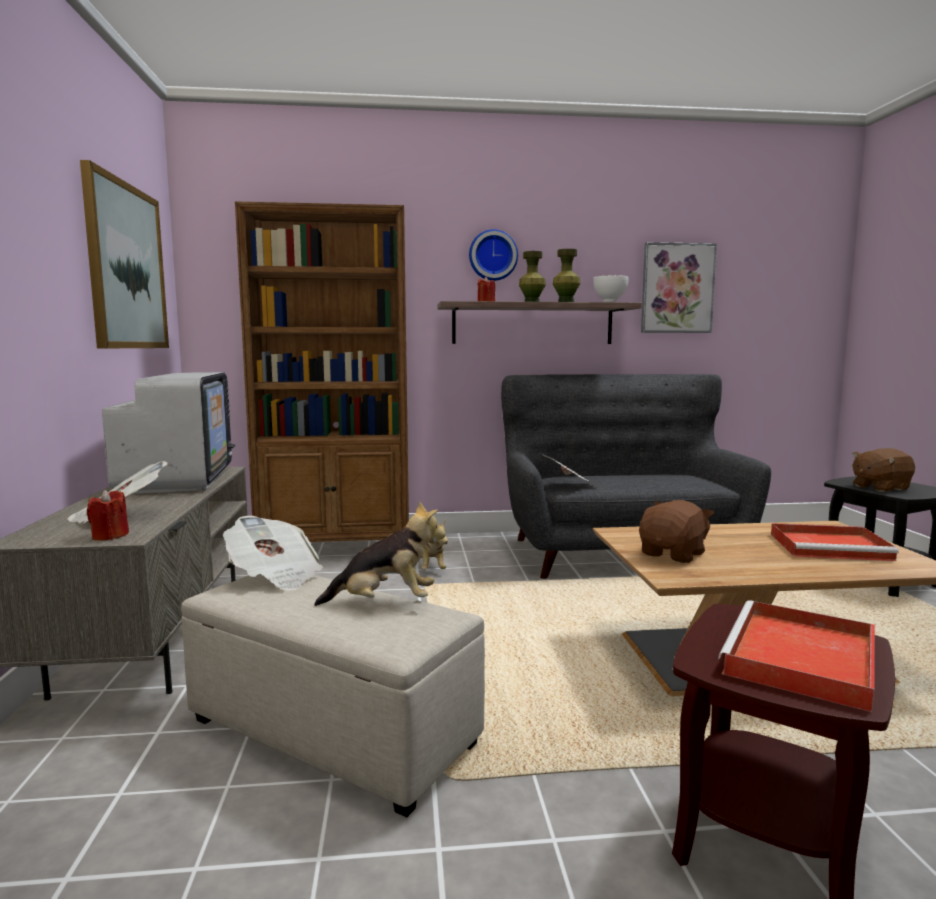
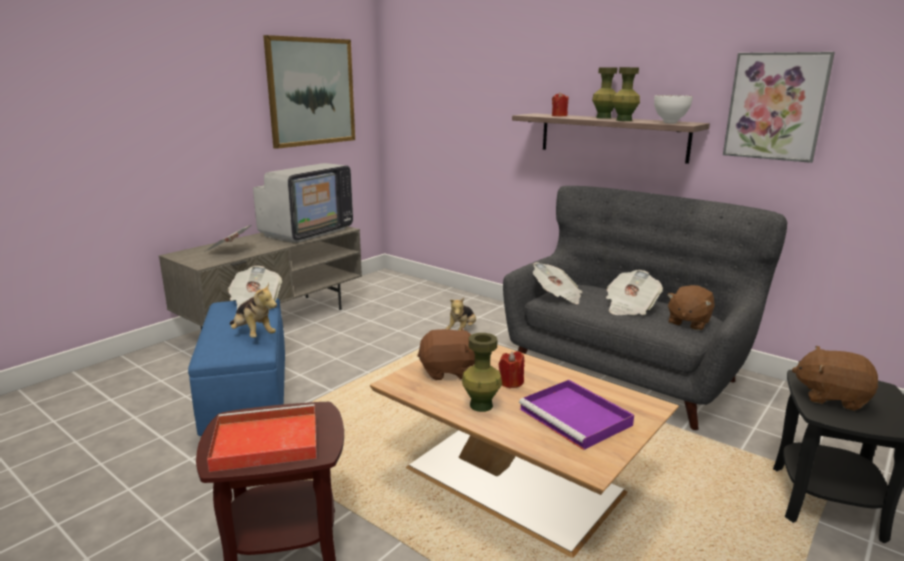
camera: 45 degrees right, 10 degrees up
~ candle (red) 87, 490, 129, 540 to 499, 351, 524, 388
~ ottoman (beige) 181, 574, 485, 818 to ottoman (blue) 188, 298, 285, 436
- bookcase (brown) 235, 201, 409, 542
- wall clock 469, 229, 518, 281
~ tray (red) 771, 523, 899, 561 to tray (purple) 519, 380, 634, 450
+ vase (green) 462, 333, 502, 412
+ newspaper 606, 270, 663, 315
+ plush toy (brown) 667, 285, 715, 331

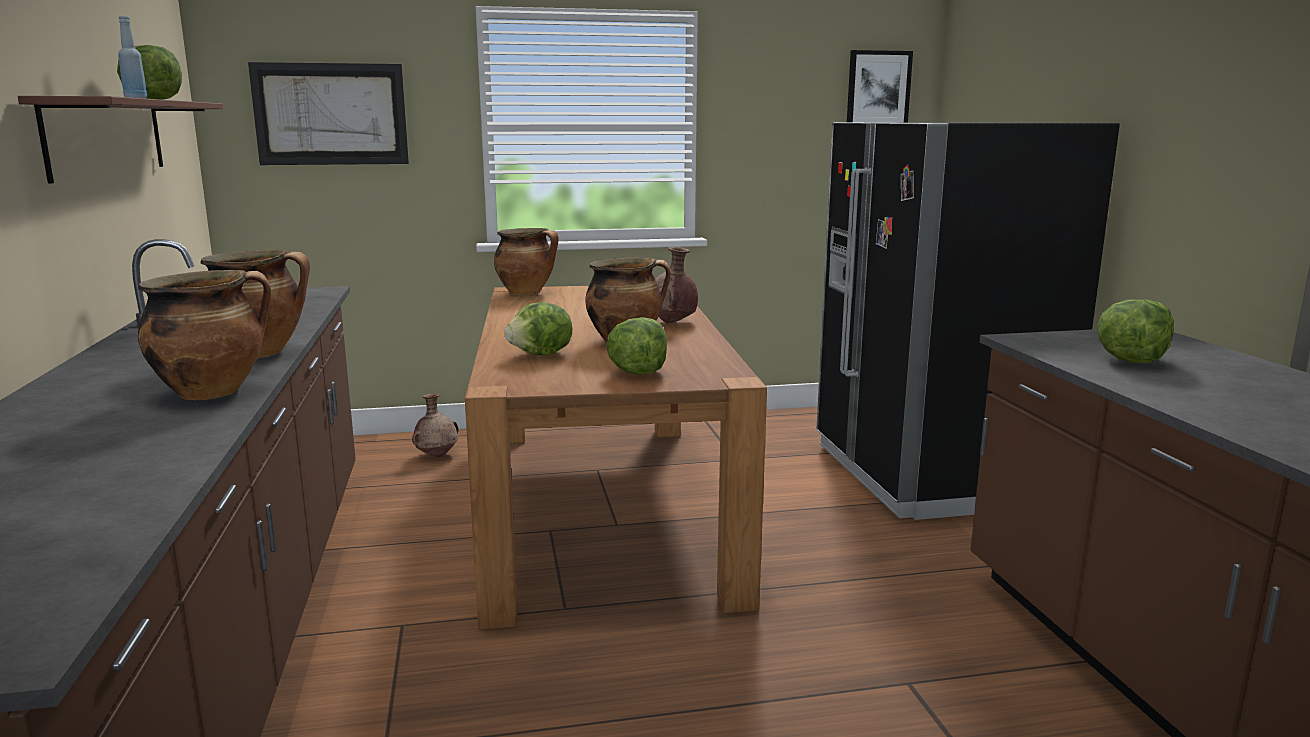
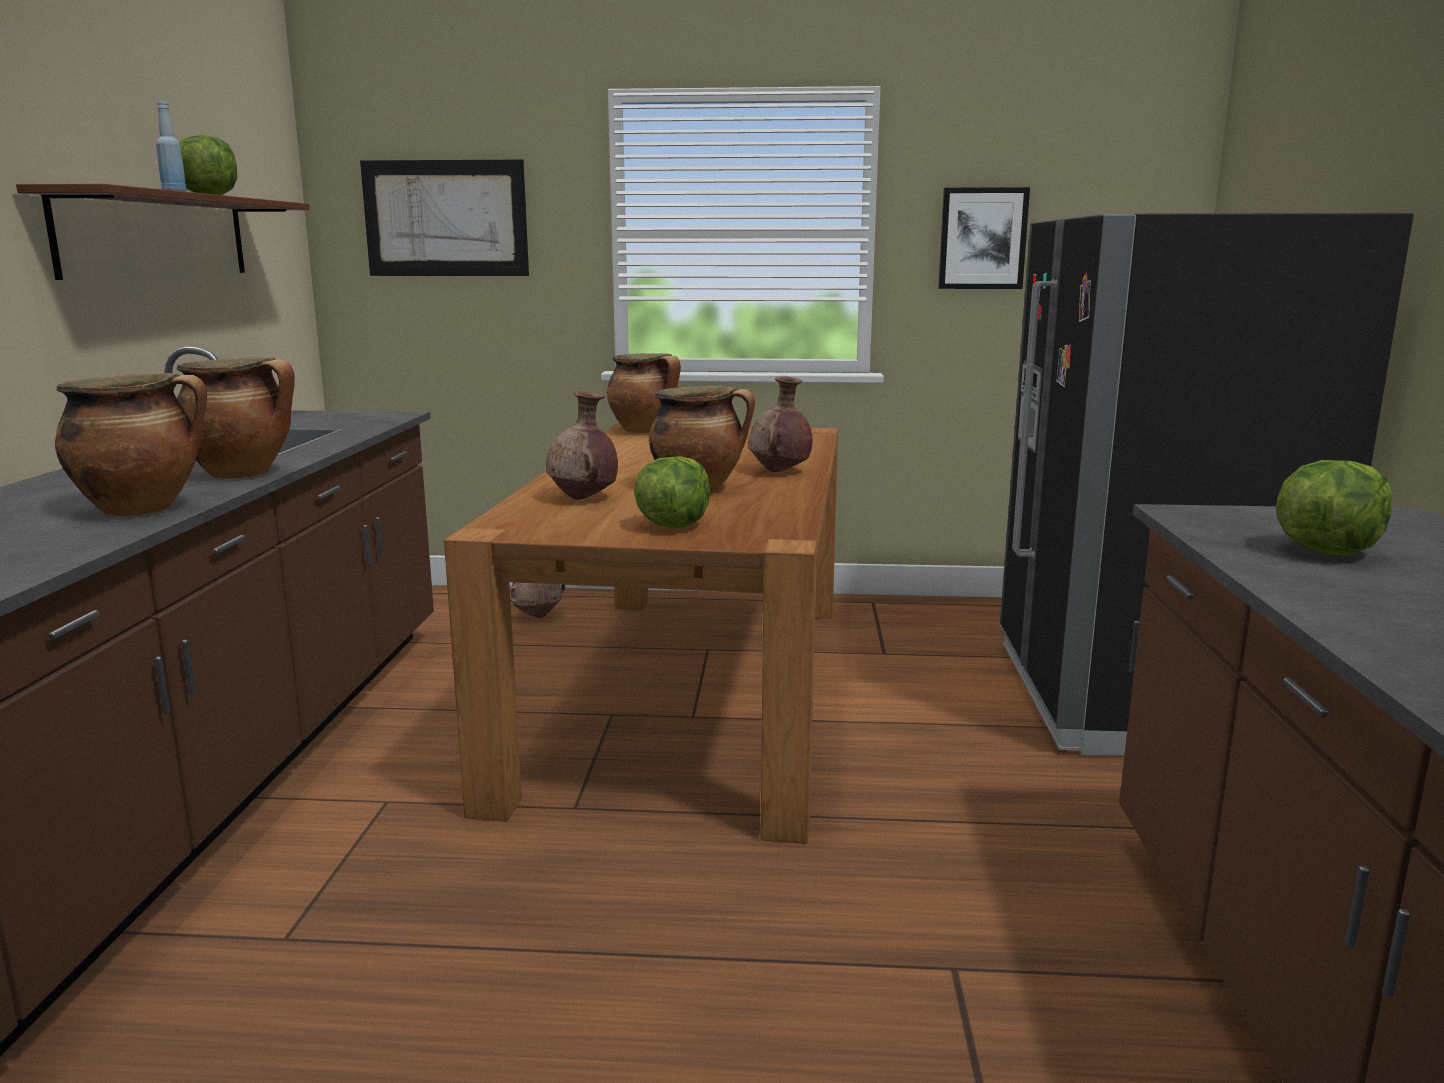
camera: 15 degrees right, 0 degrees up
~ lettuce 504, 302, 572, 355 to vase (brown) 546, 392, 618, 500
~ picture 847, 50, 913, 123 to 938, 187, 1030, 289

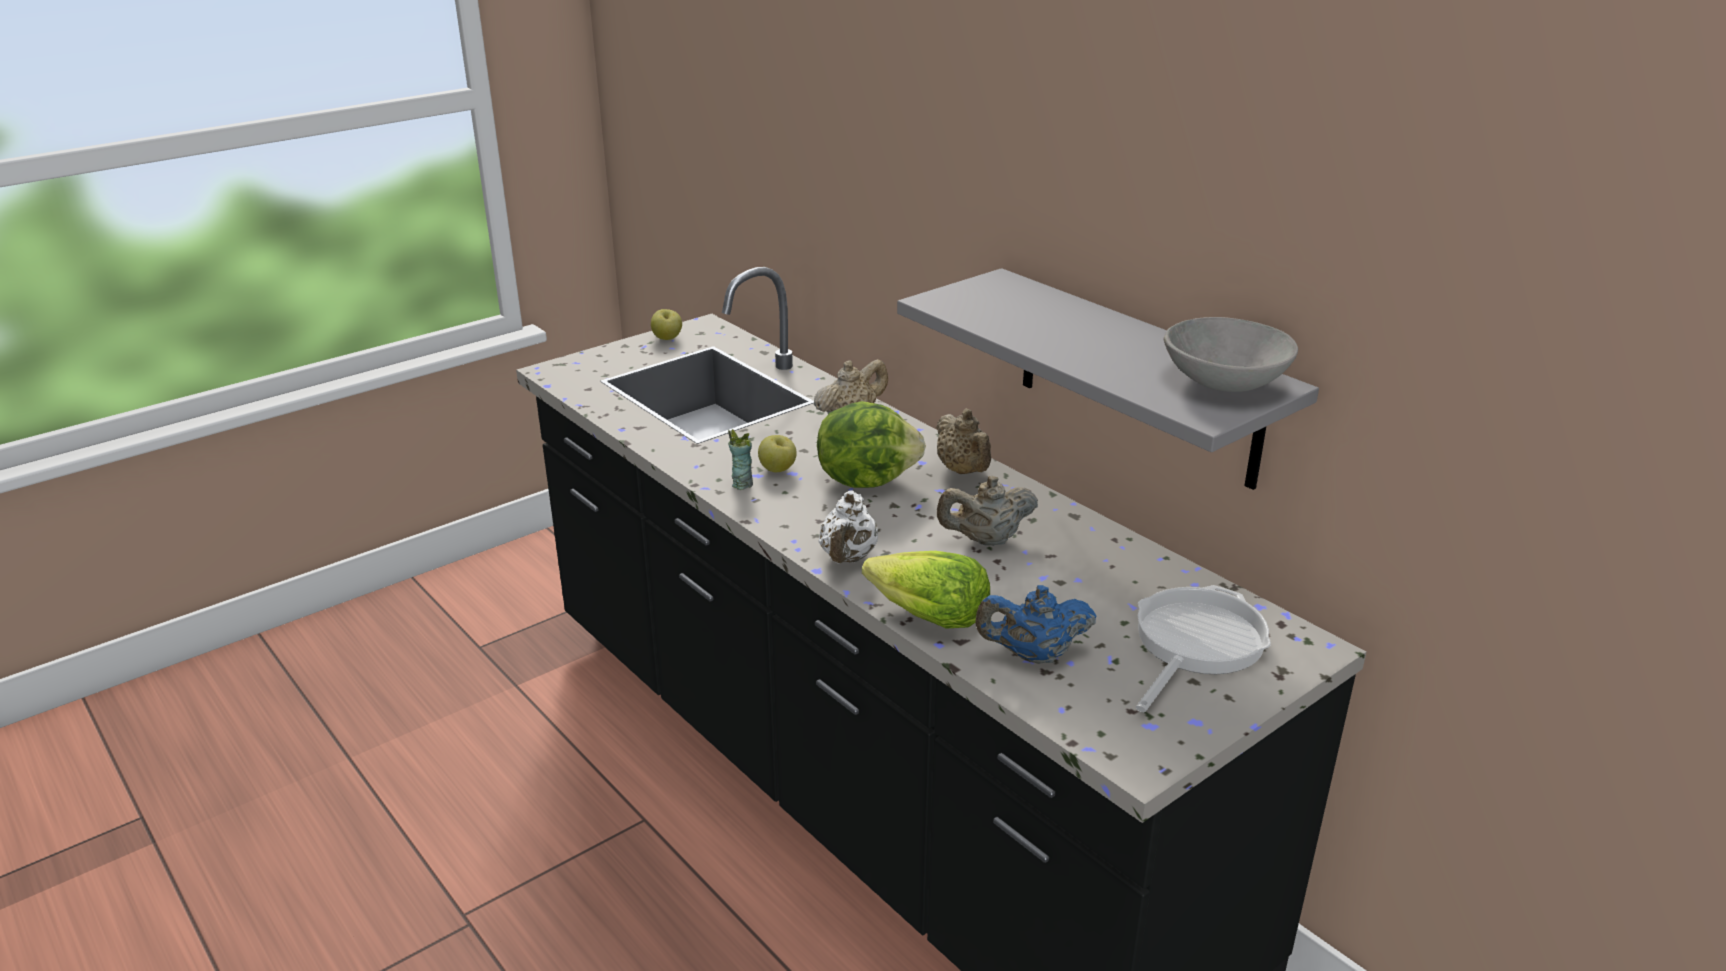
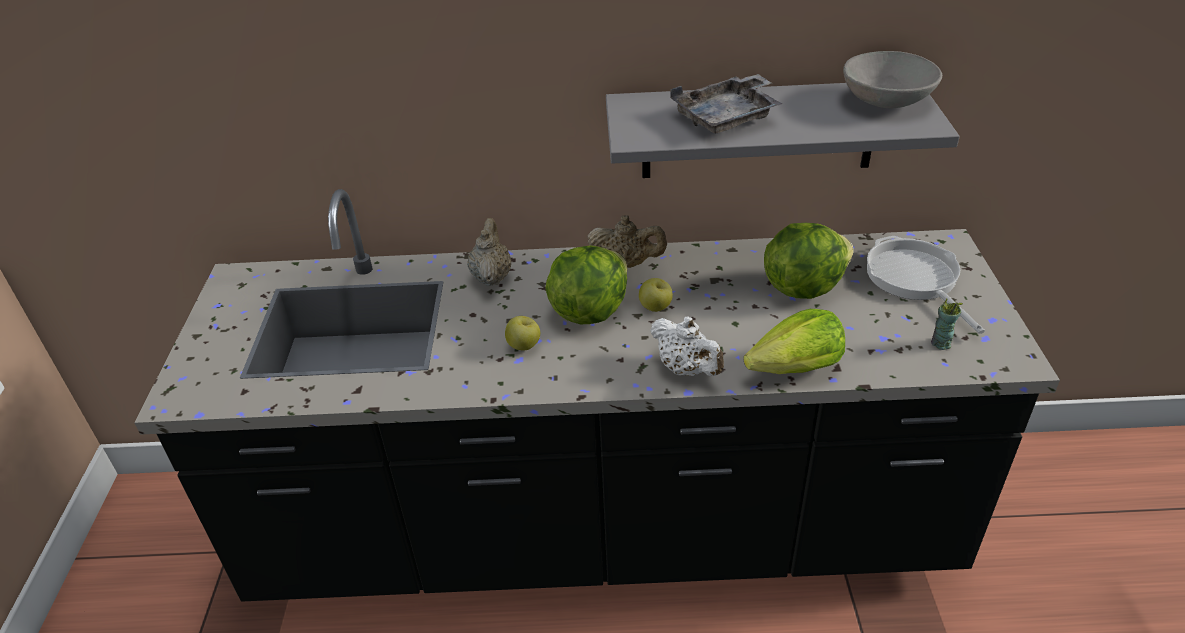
camera: 50 degrees left, 10 degrees up
~ apple 651, 309, 682, 340 to 639, 278, 673, 312
~ cup 728, 429, 753, 490 to 931, 298, 963, 350
- teapot (beige) 937, 476, 1038, 546
- teapot (blue) 975, 585, 1096, 664
+ tray (grey) 670, 74, 782, 133
+ lettuce 764, 223, 854, 299

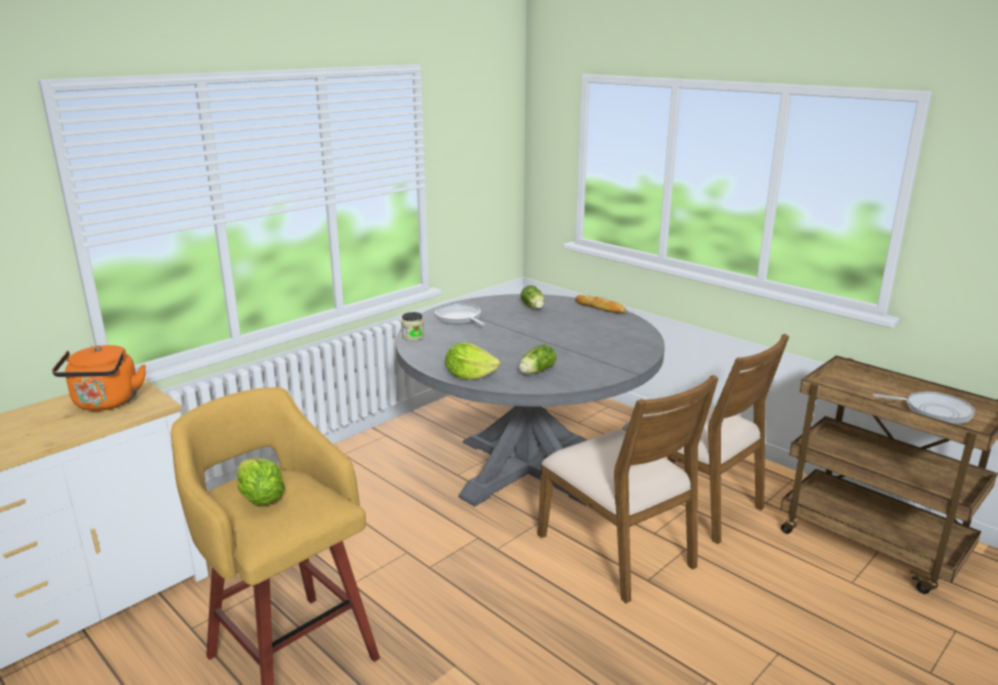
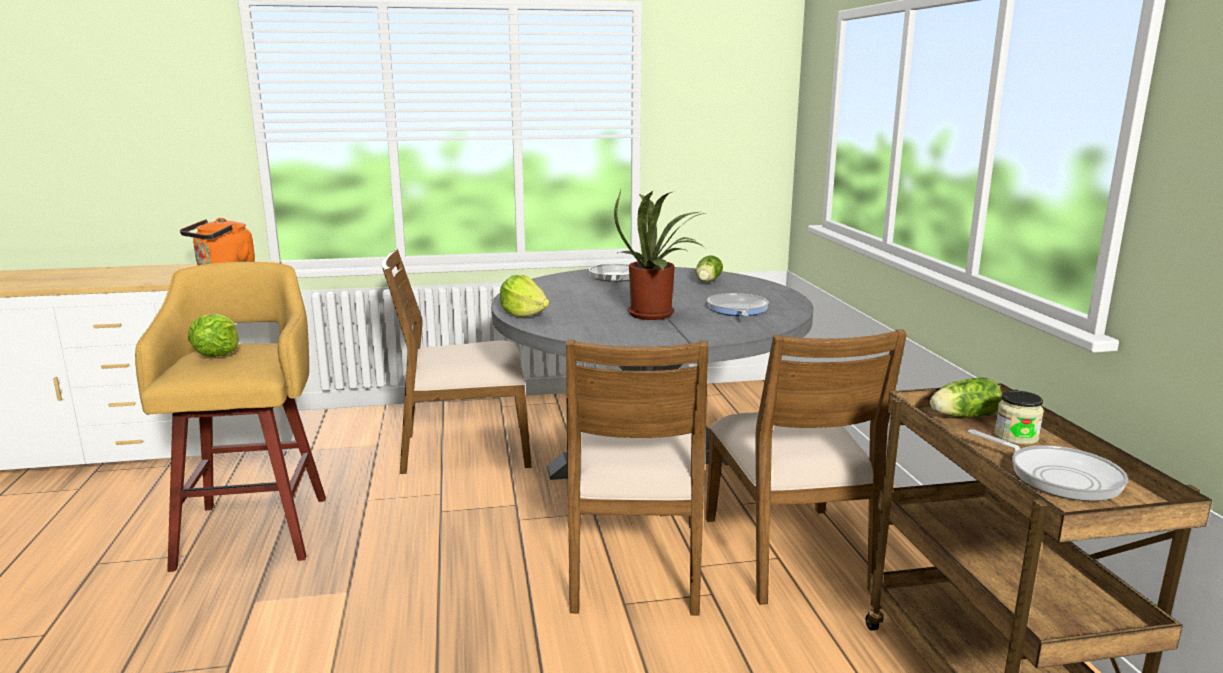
camera: 35 degrees right, 5 degrees down
~ jar 401, 312, 424, 341 to 994, 391, 1044, 445
~ lettuce 519, 344, 556, 374 to 930, 377, 1003, 418
- bread 575, 295, 626, 313
+ chair (brown) 381, 249, 532, 474
+ potted plant 614, 190, 706, 320
+ frying pan 707, 293, 769, 316

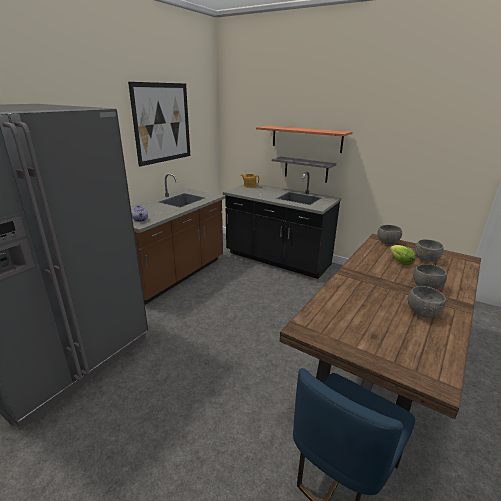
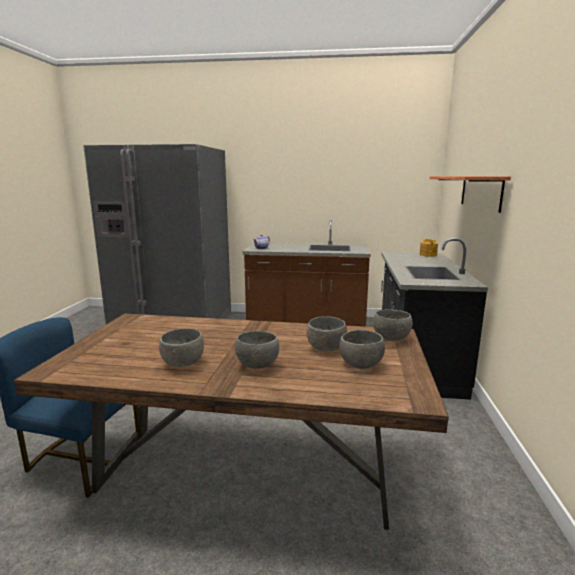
camera: 65 degrees right, 10 degrees down
- picture 128, 82, 190, 167
- shelf (grey) 272, 157, 336, 183
~ lettuce 390, 245, 415, 265 to bowl (grey) 306, 316, 347, 352

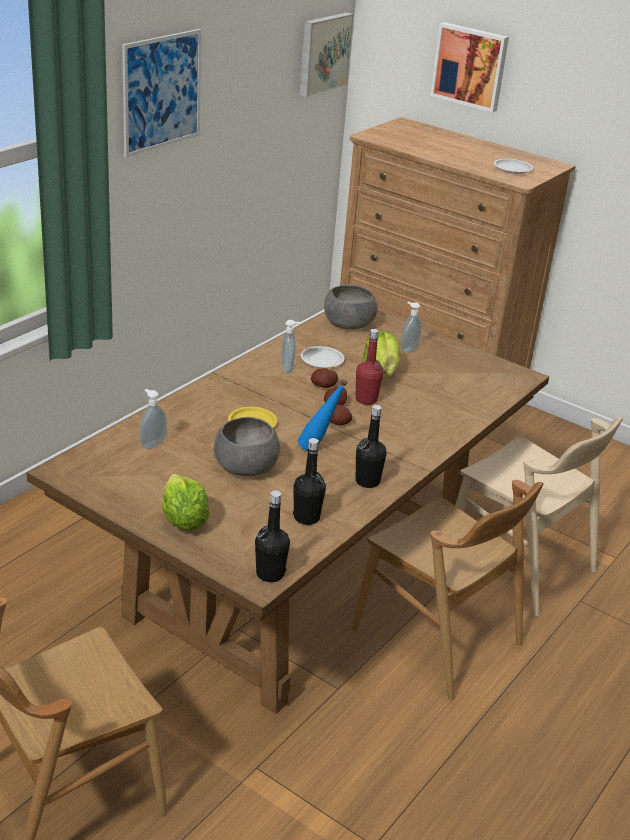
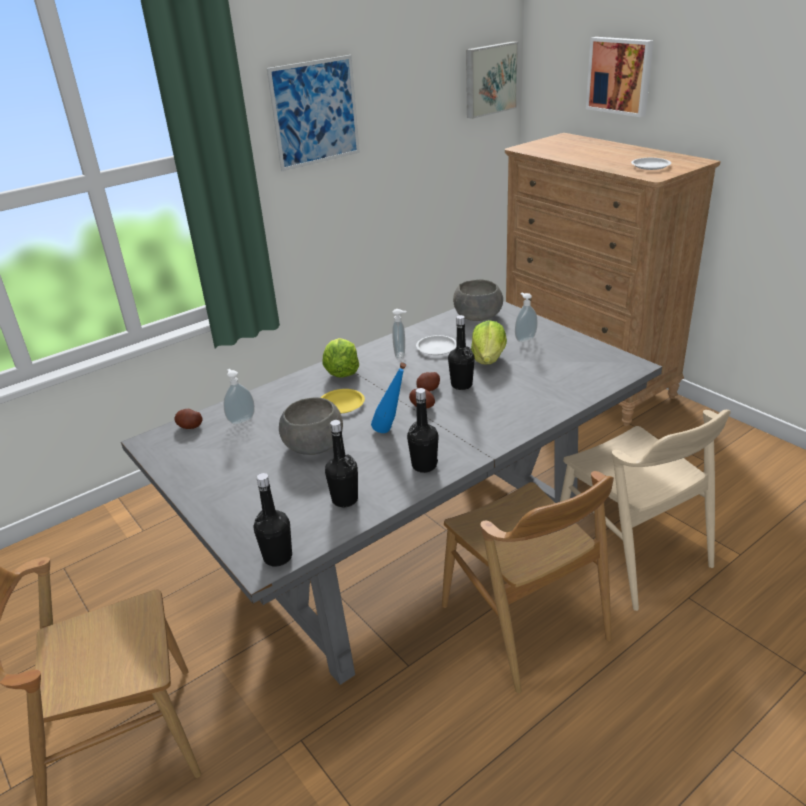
camera: 20 degrees right, 0 degrees up
~ dining table (brown) 27, 310, 549, 714 to dining table (grey) 121, 301, 662, 685
~ lettuce 162, 474, 210, 530 to 322, 338, 359, 377
~ potato 311, 368, 338, 388 to 174, 409, 203, 429
~ bottle (red) 355, 329, 383, 405 to bottle (black) 448, 315, 475, 390

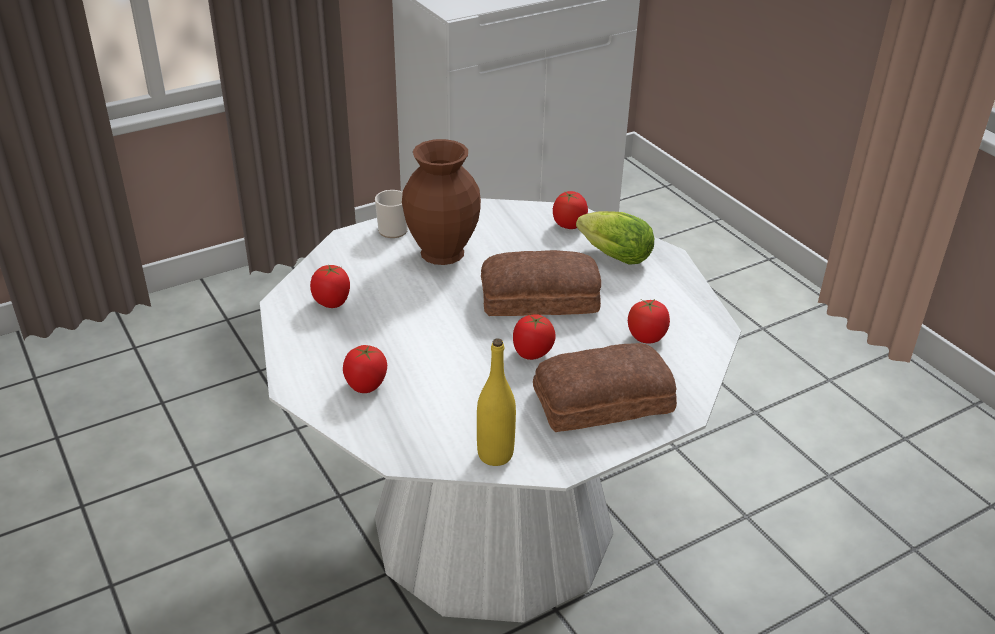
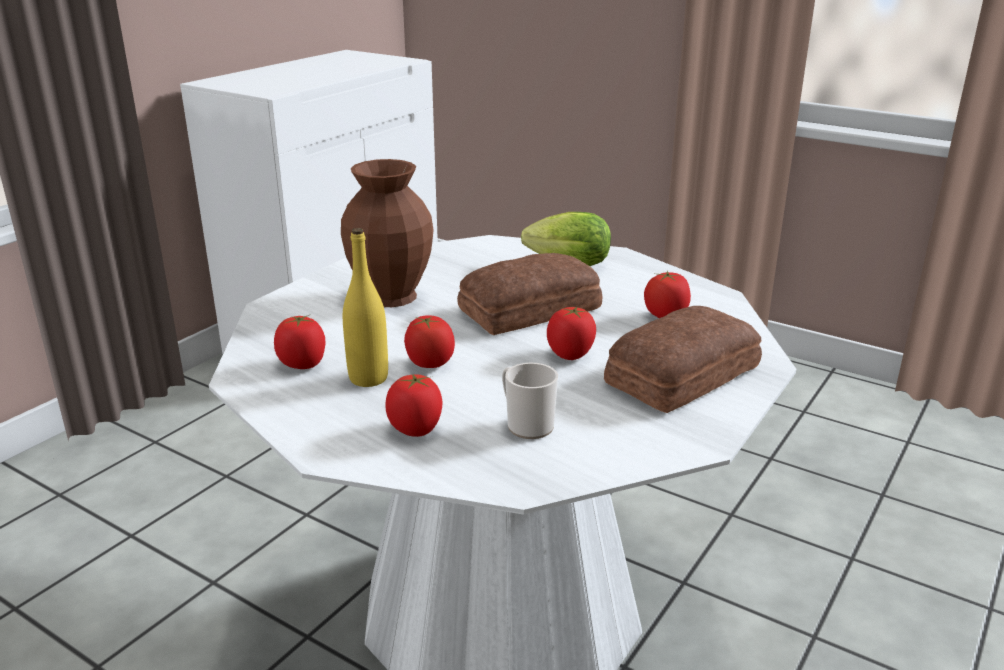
camera: 25 degrees left, 10 degrees down
~ mug 375, 190, 408, 238 to 502, 363, 558, 439
~ bottle (yellow) 477, 338, 516, 466 to 343, 228, 388, 387
~ tomato 553, 191, 588, 229 to 404, 315, 455, 368

